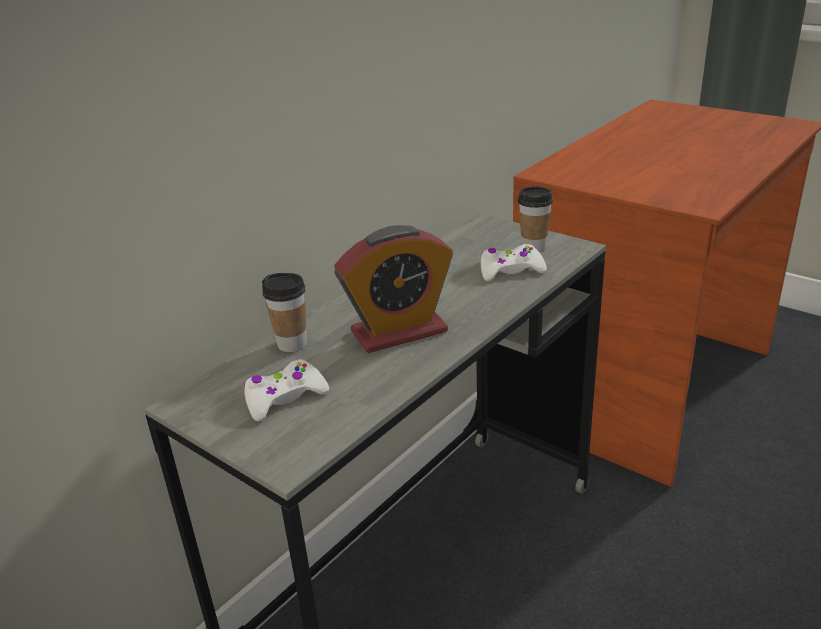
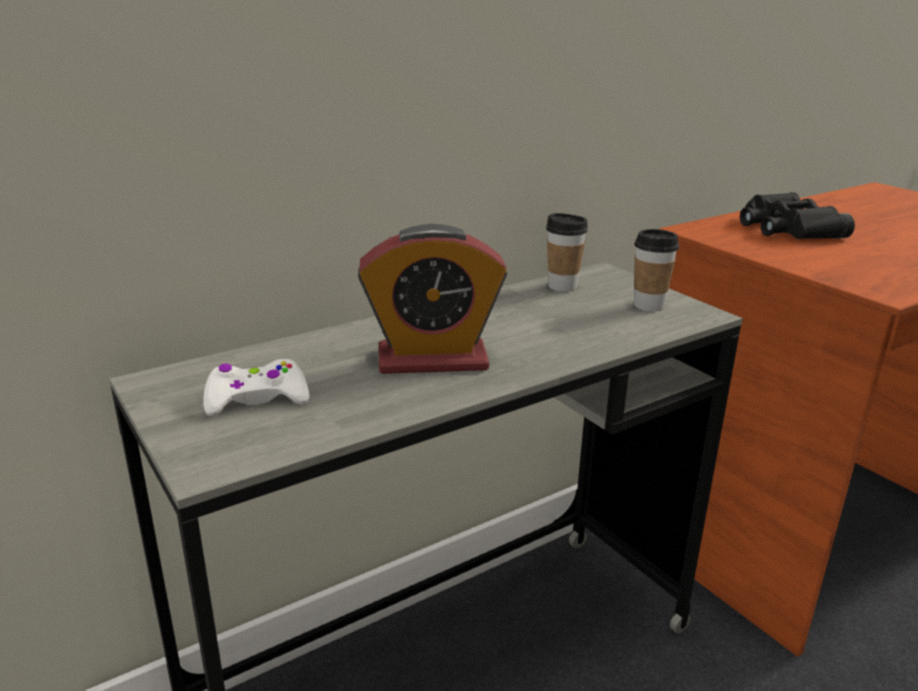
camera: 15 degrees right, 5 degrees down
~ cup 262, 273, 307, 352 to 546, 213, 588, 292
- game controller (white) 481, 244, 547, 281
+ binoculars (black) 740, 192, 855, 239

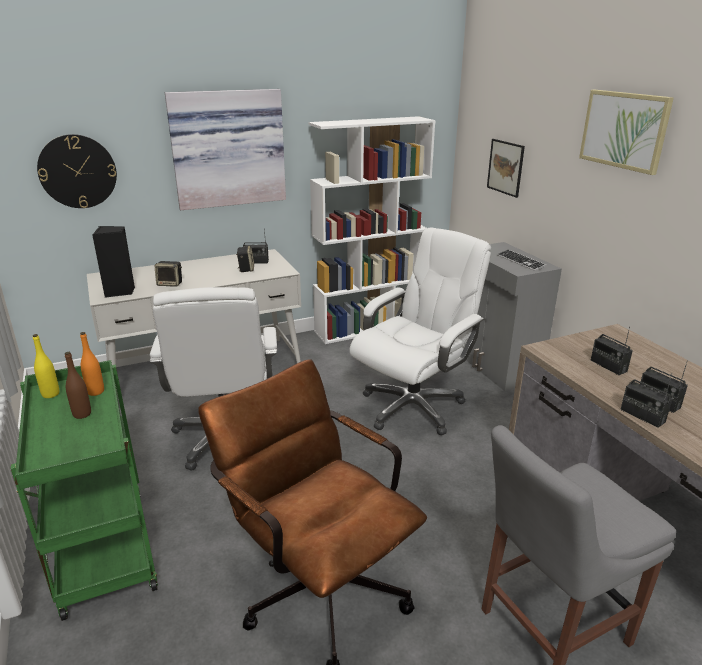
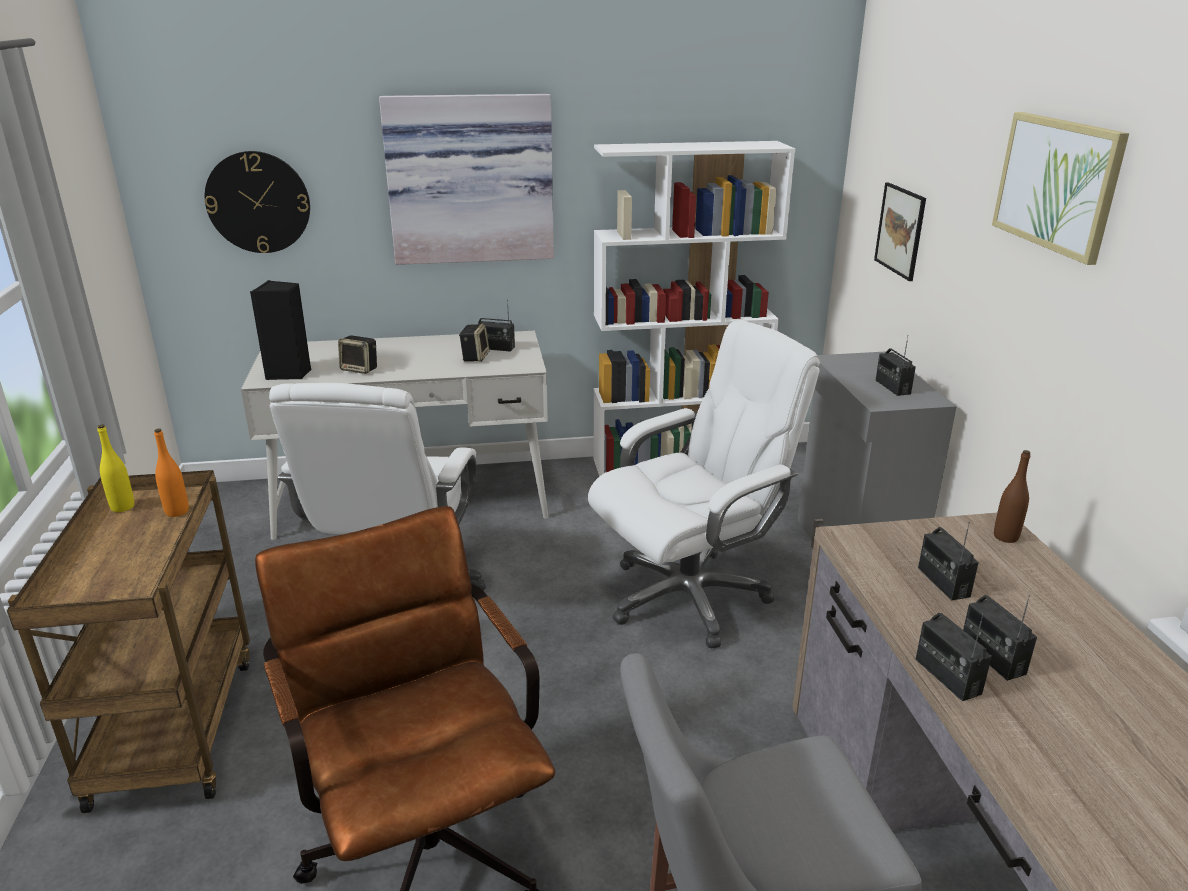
camera: 15 degrees right, 0 degrees up
~ cart (green) 11, 360, 158, 621 to cart (brown) 7, 470, 250, 813
~ bottle (brown) 65, 352, 91, 419 to 994, 450, 1031, 543
~ keyboard 497, 250, 546, 271 to radio 876, 338, 916, 396

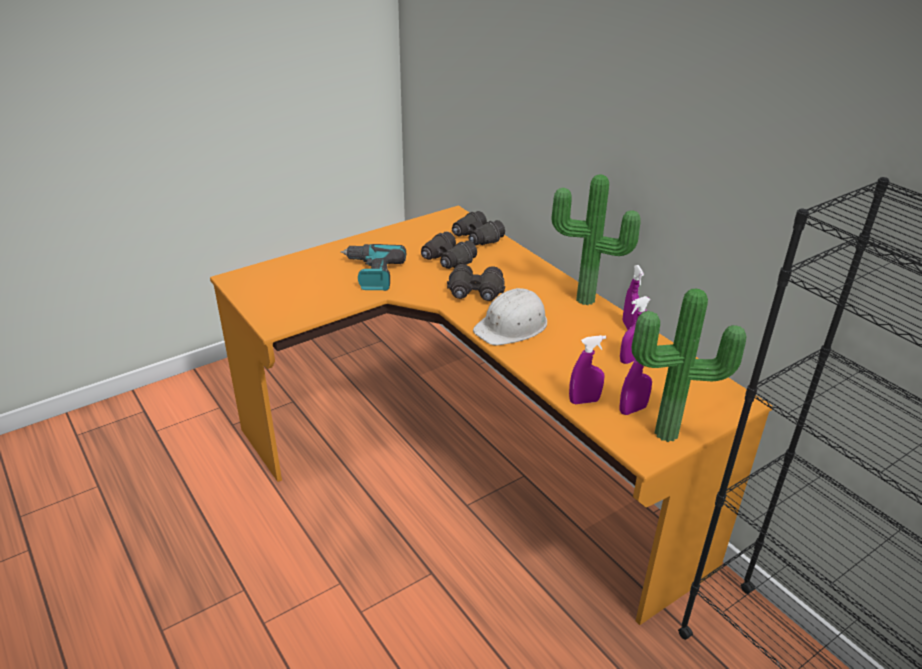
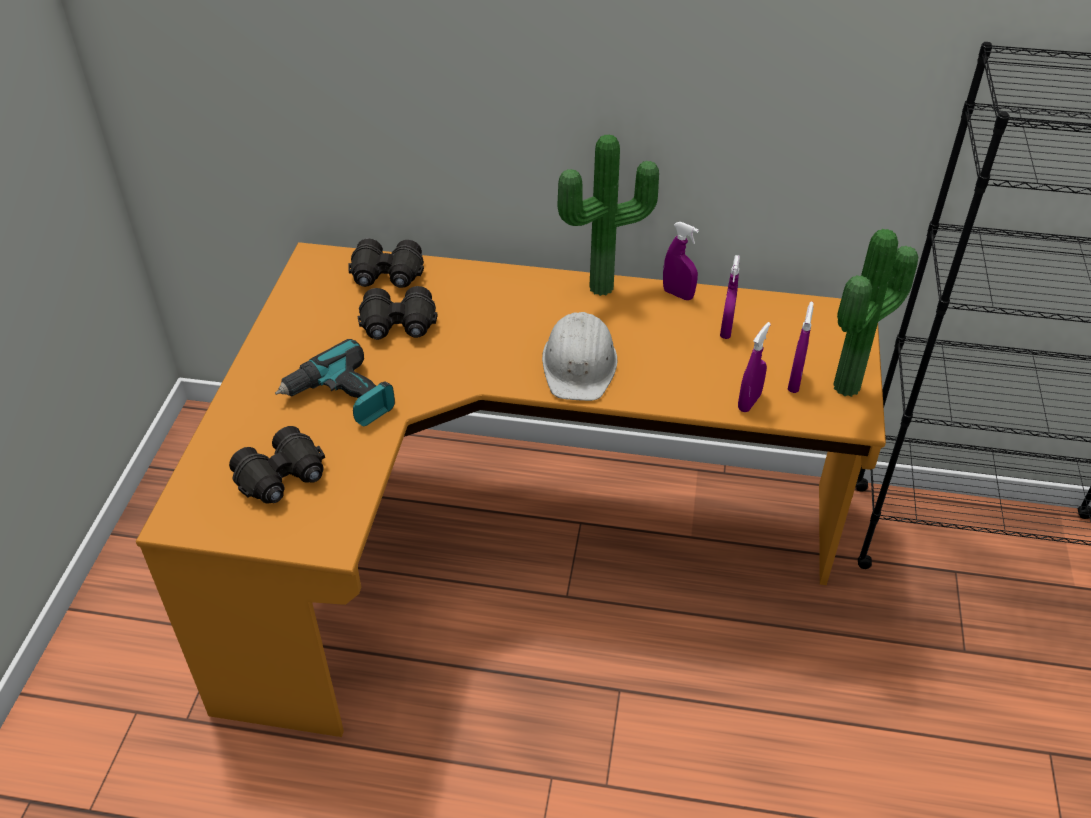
camera: 45 degrees left, 10 degrees up
~ binoculars (black) 447, 264, 505, 301 to 229, 426, 325, 504

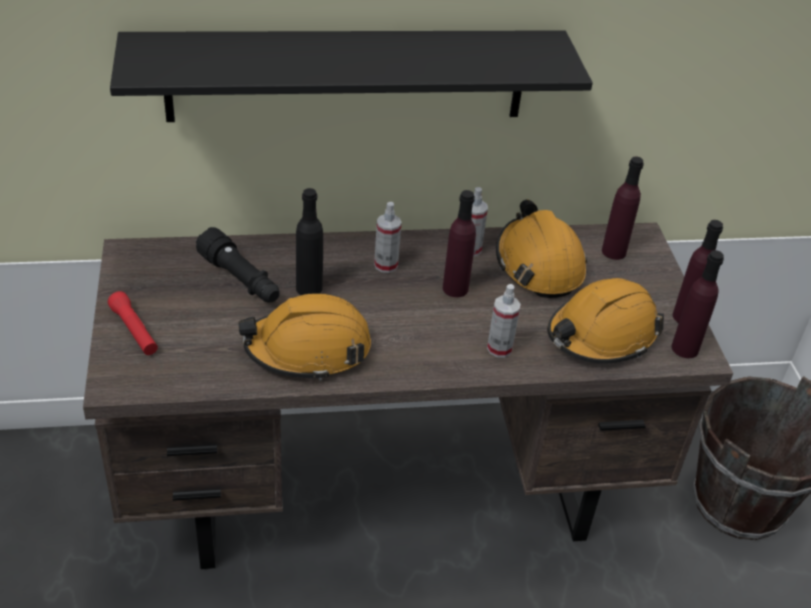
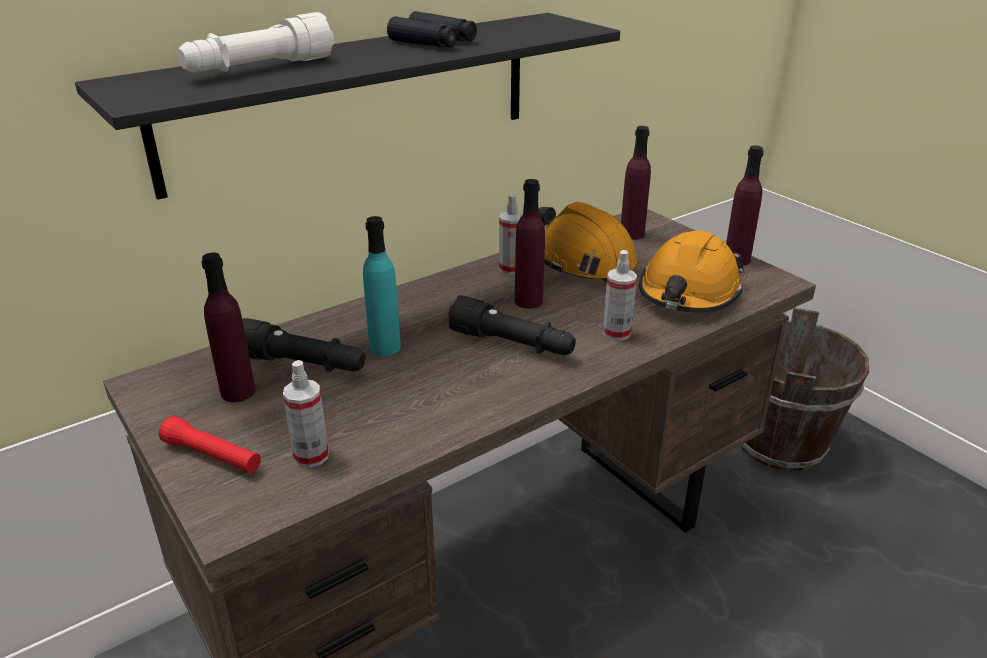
camera: 25 degrees left, 10 degrees down
- hard hat (orange) 238, 293, 371, 381
~ bottle (black) 296, 188, 323, 295 to bottle (turquoise) 363, 216, 401, 356
~ spray bottle 374, 202, 402, 273 to 283, 360, 329, 468
~ bottle (purple) 672, 250, 724, 358 to 201, 253, 256, 402
+ flashlight (white) 177, 12, 334, 72
+ binoculars (black) 387, 11, 477, 48
+ flashlight (black) 448, 295, 576, 355

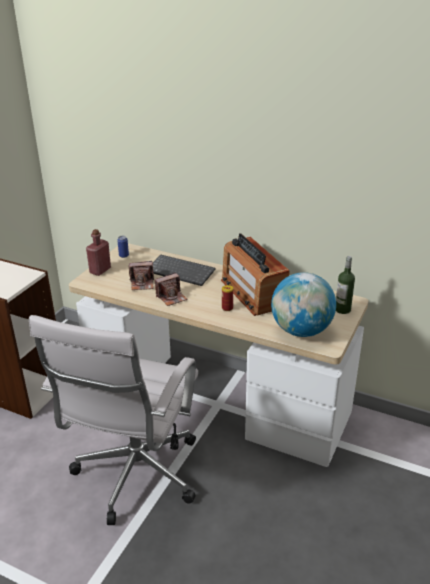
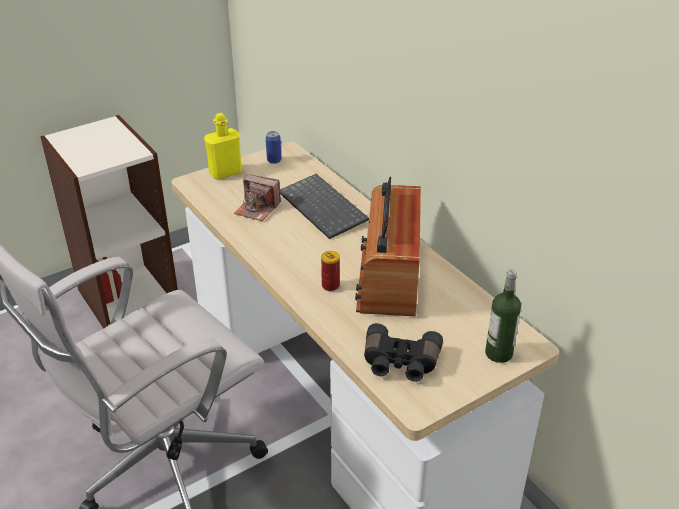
camera: 30 degrees right, 5 degrees up
~ bottle (red) 86, 229, 111, 276 to bottle (yellow) 204, 113, 242, 180
- photo camera 155, 273, 188, 306
~ globe 271, 272, 336, 337 to binoculars (black) 364, 323, 443, 382

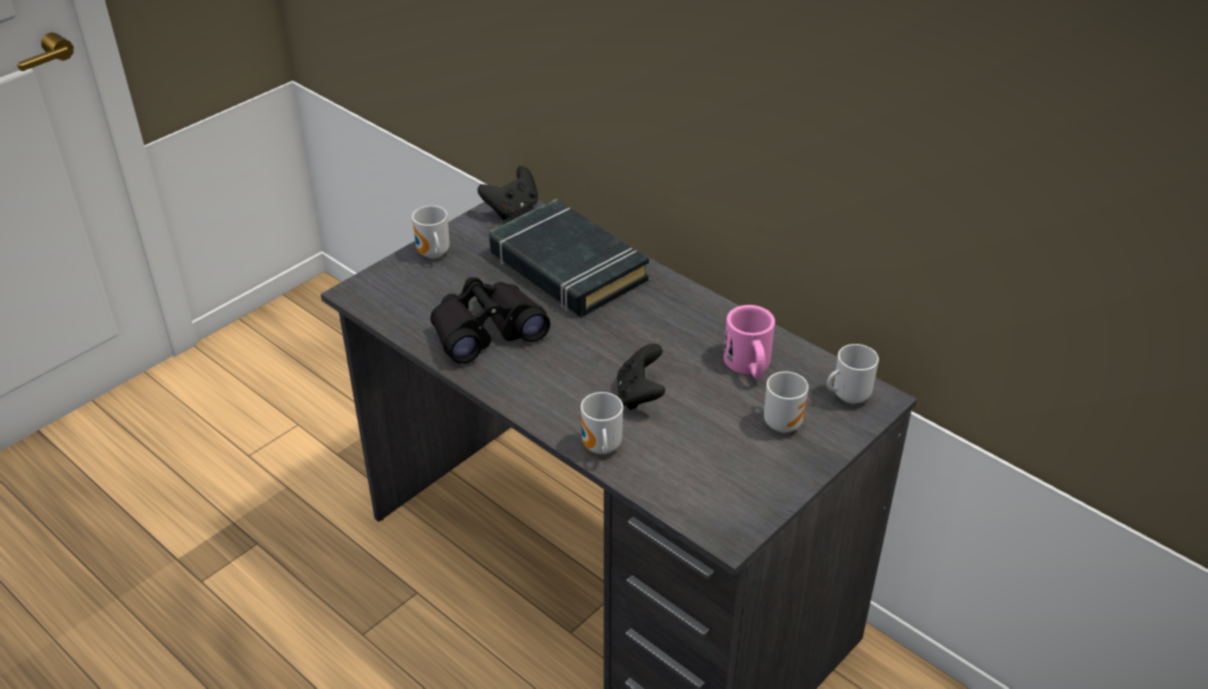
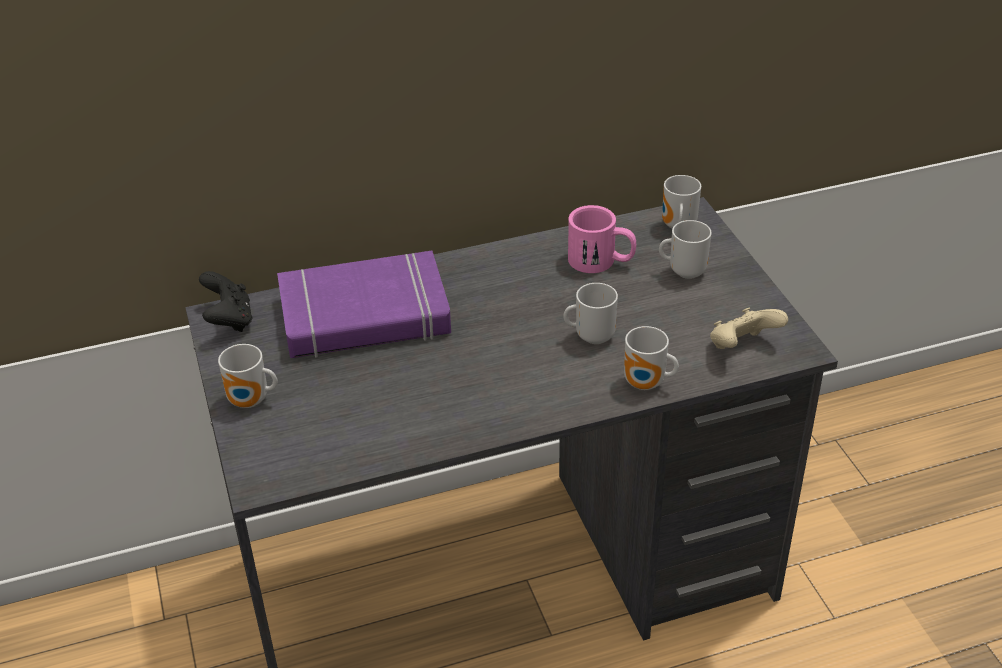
camera: 60 degrees left, 0 degrees up
- binoculars (black) 430, 277, 550, 364
~ book (black) 489, 199, 649, 317 to book (purple) 277, 251, 451, 358
~ game controller (black) 617, 343, 665, 410 to mug 563, 283, 618, 344
+ game controller (beige) 710, 308, 788, 349

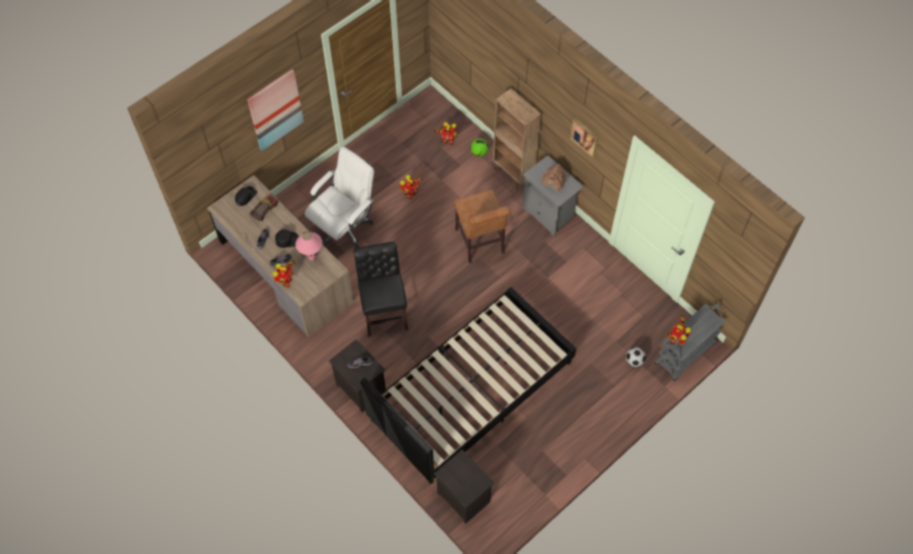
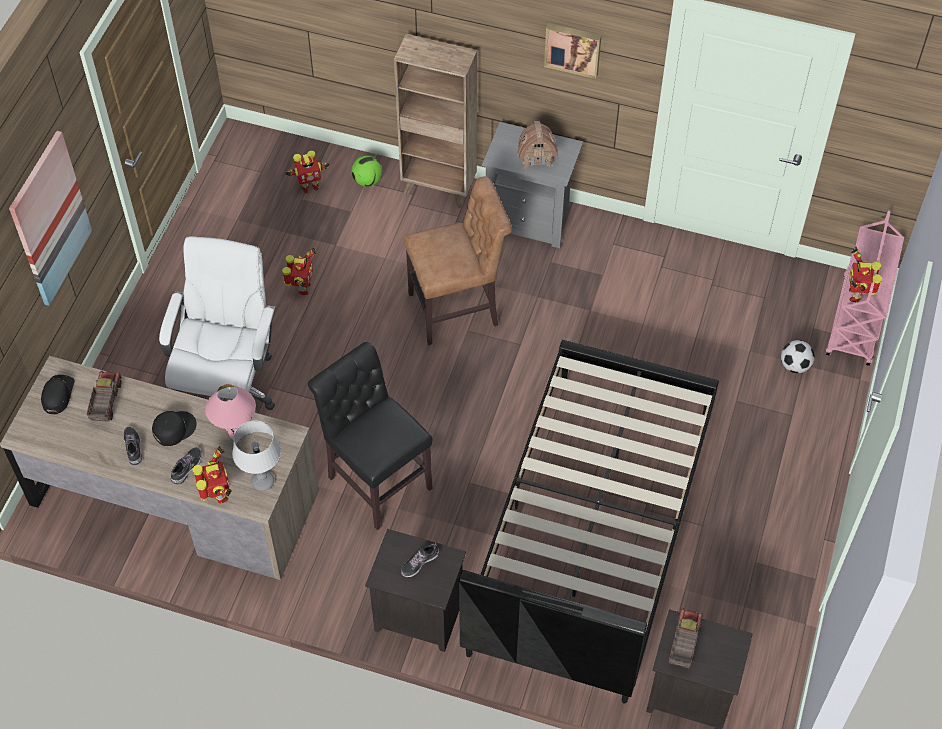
camera: 30 degrees left, 5 degrees down
~ chair (brown) 454, 189, 510, 263 = 404, 176, 512, 345 60 degrees counterclockwise
~ cart (grey) 655, 303, 726, 381 to cart (pink) 826, 210, 904, 366
+ table lamp (grey) 232, 421, 281, 491
+ toy truck 669, 608, 702, 668

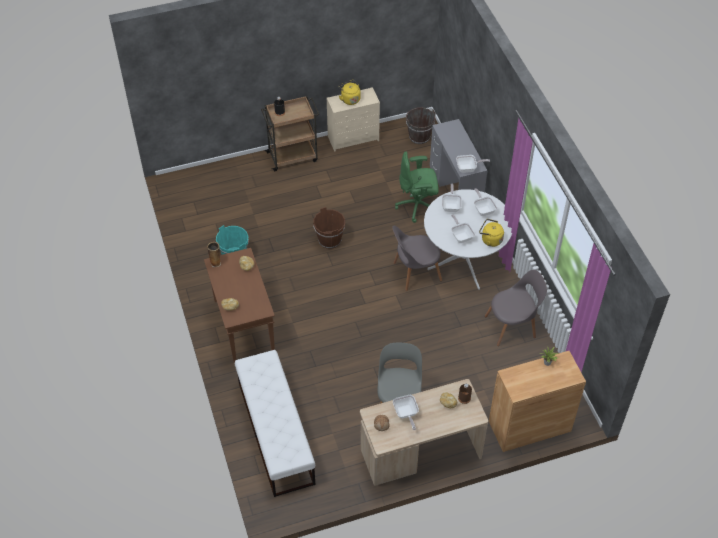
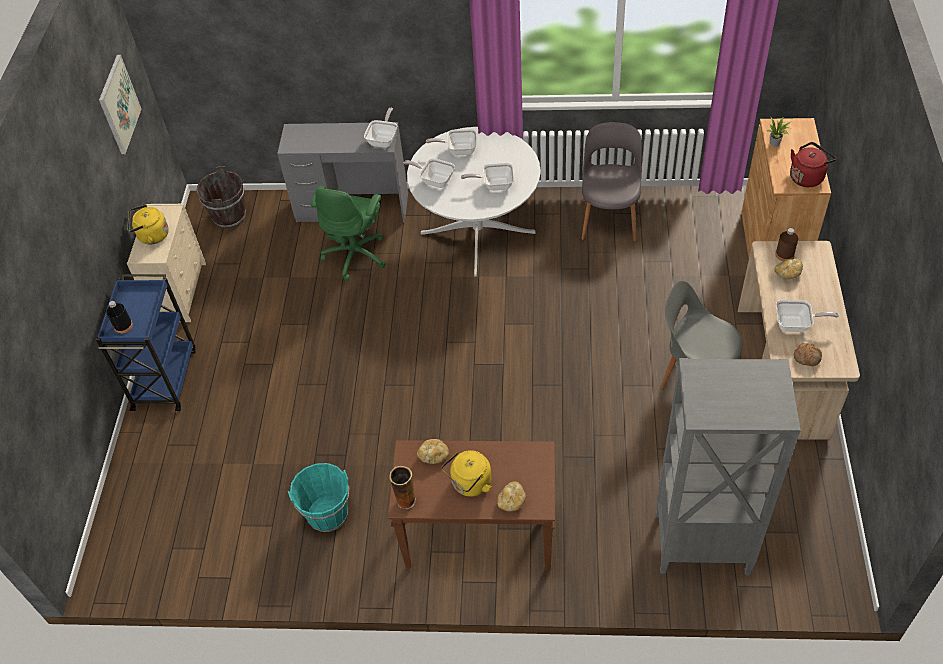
camera: 65 degrees left, 0 degrees up
~ bench (white) 234, 350, 316, 497 to bookcase (grey) 656, 358, 801, 575
~ cart (brown) 261, 96, 319, 171 to cart (blue) 96, 274, 196, 411
- bucket (brown) 313, 207, 345, 249
- chair (grey) 392, 226, 442, 291
~ kettle (yellow) 479, 219, 504, 247 to 442, 450, 492, 497
+ picture 99, 55, 141, 154
+ kettle (red) 790, 142, 837, 187

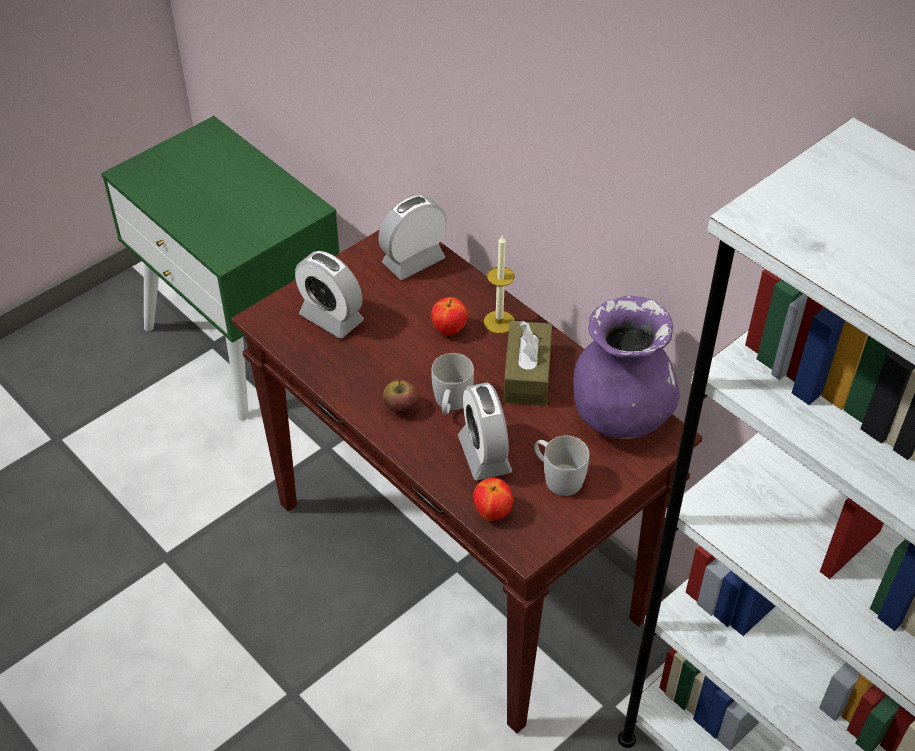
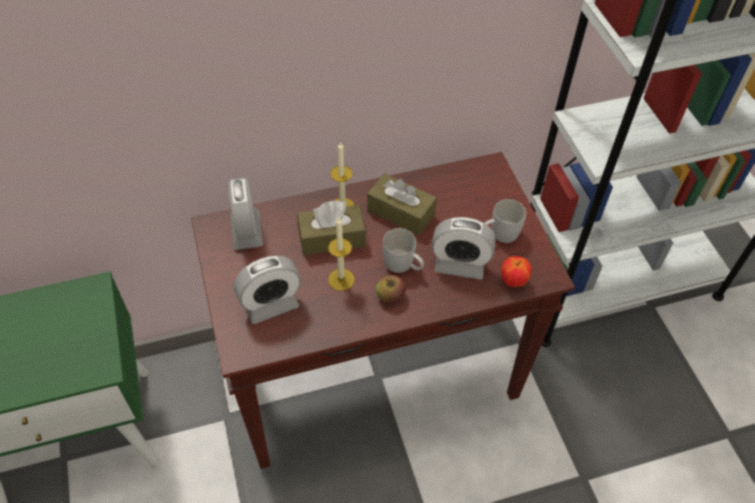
camera: 65 degrees left, 5 degrees up
~ apple 431, 297, 467, 336 to tissue box (brown) 297, 201, 366, 255
- vase (purple) 573, 295, 680, 439
+ candle 328, 218, 355, 291

